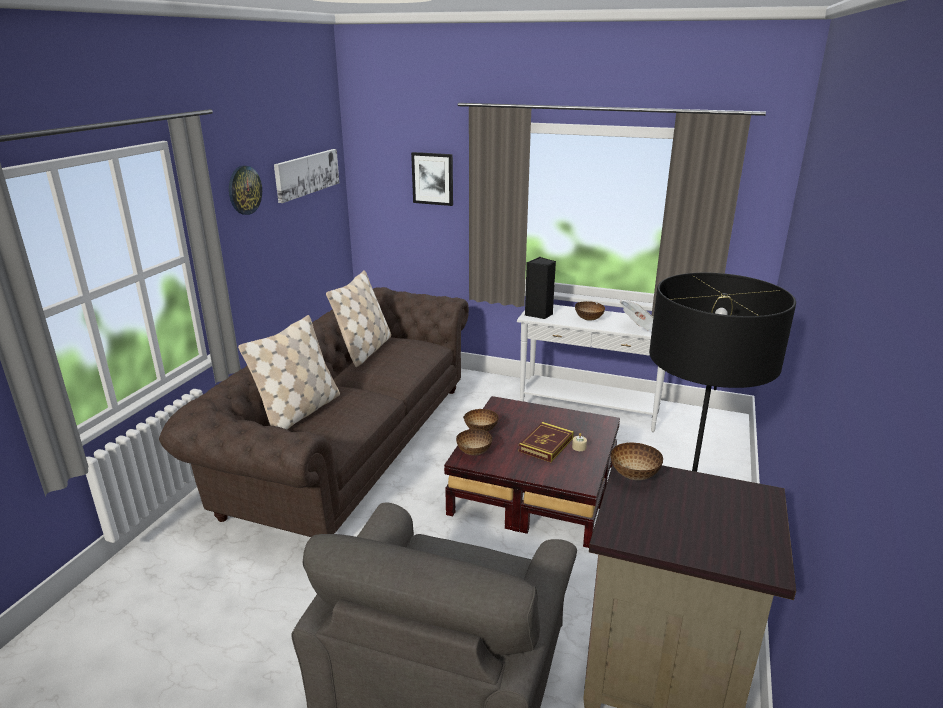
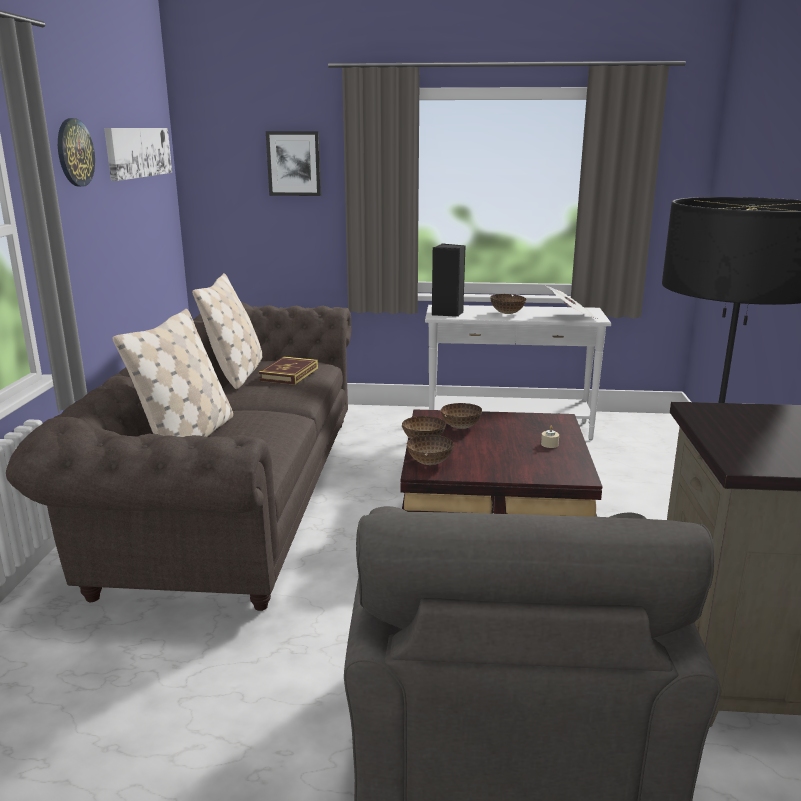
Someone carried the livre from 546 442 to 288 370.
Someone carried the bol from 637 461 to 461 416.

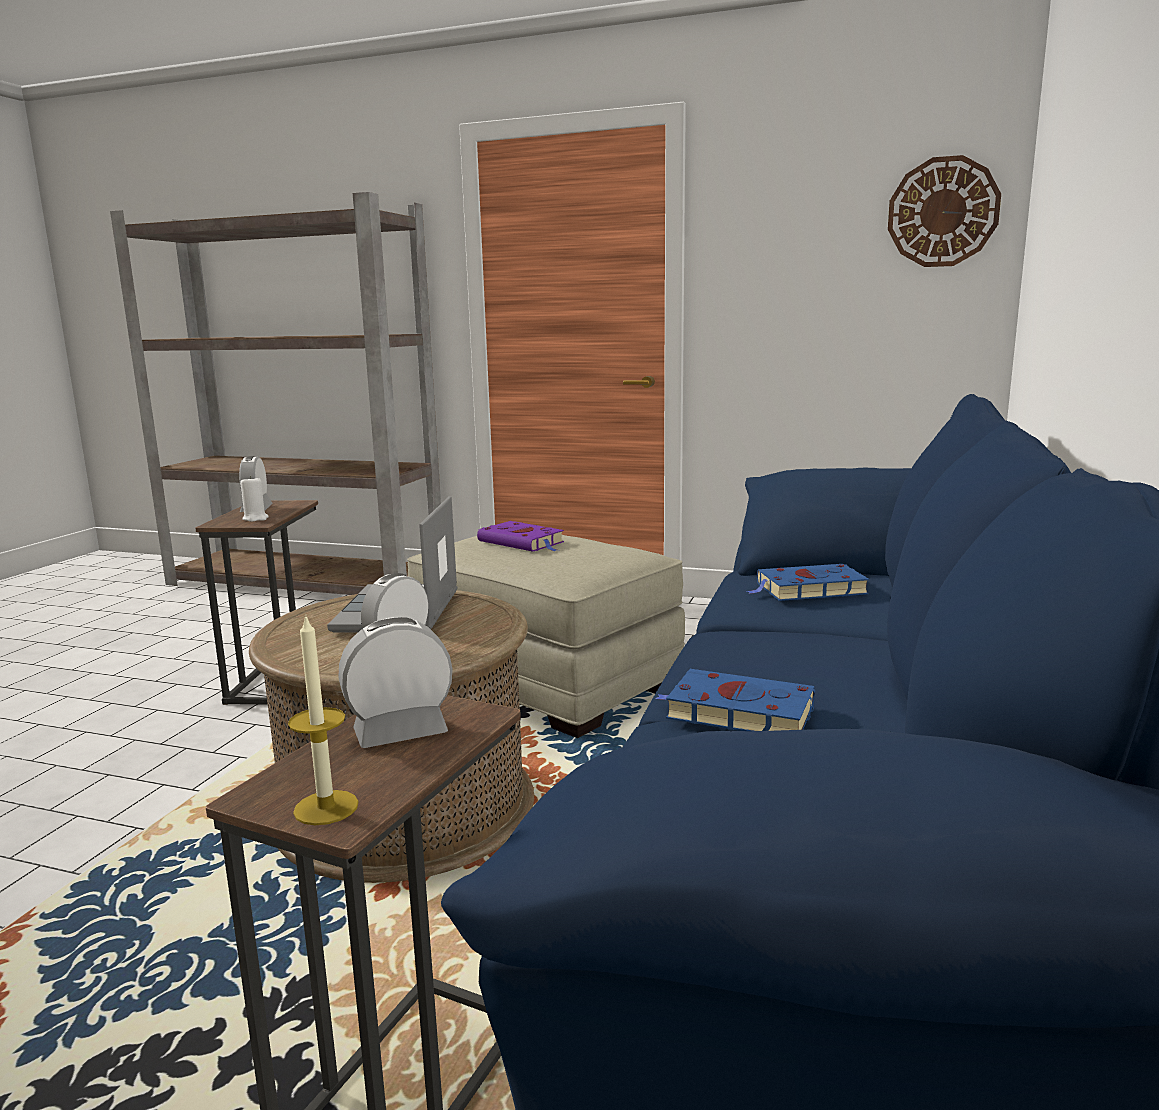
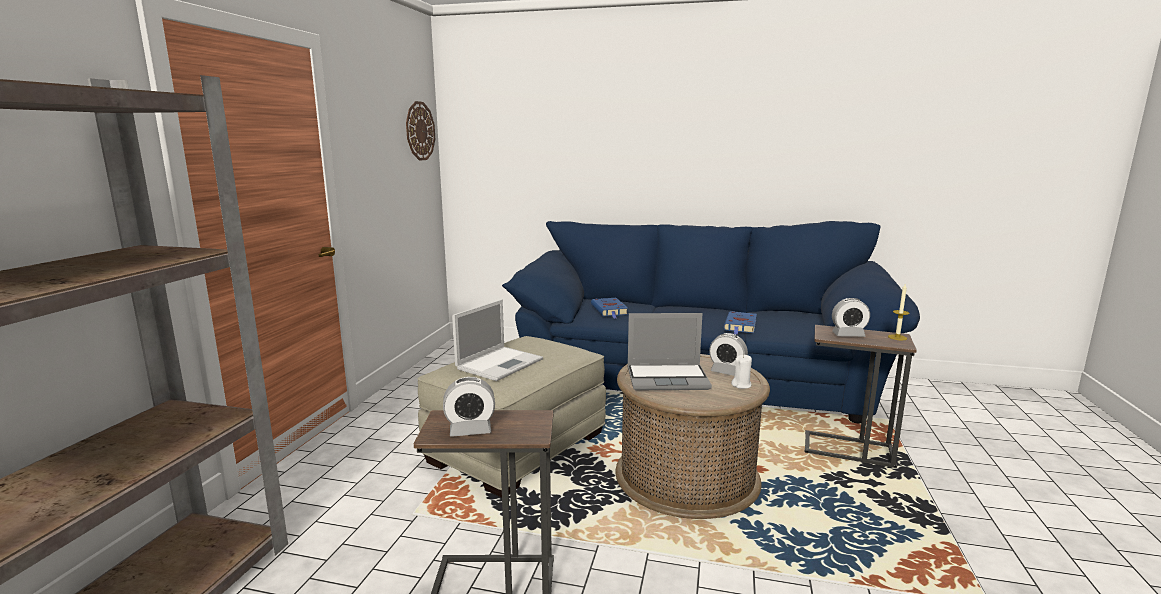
Someone swapped the livre/violet at 520 536 for the ordinateur portable at 497 340.
Someone carried the bougie/blanc from 254 499 to 741 372.
Someone rotated the réveil at 395 682 by 60 degrees counterclockwise.

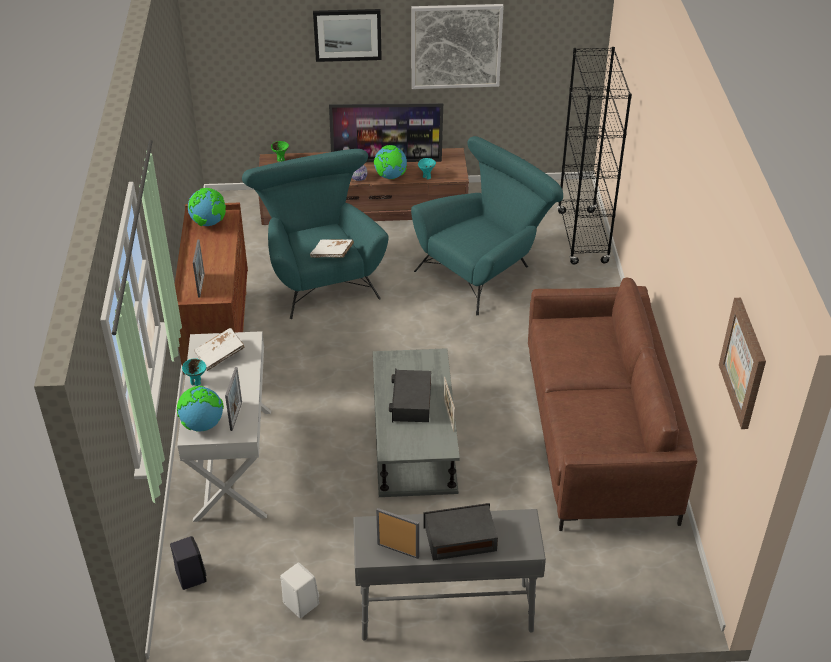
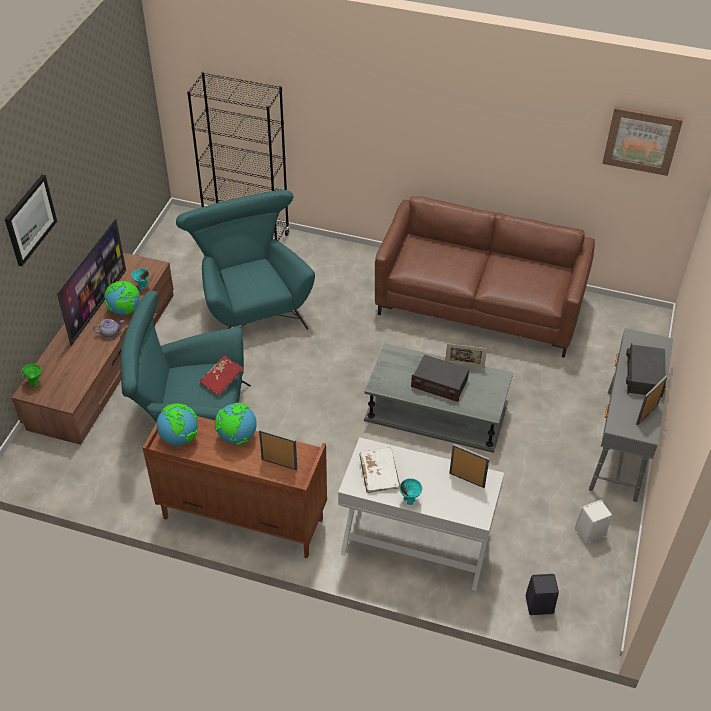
Someone repainted the livre/blanc at 332 248, which became the livre/rouge at 221 376.
Someone carried the globe from 200 408 to 236 424.
Someone took away the tableau at 457 46.

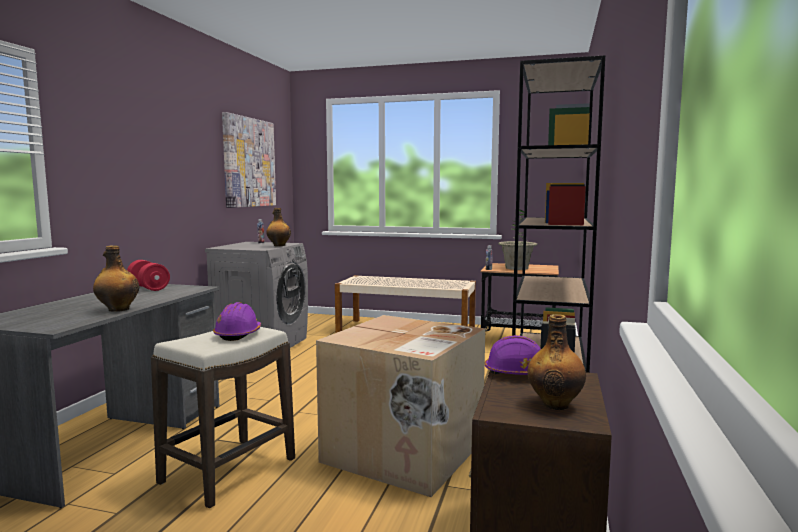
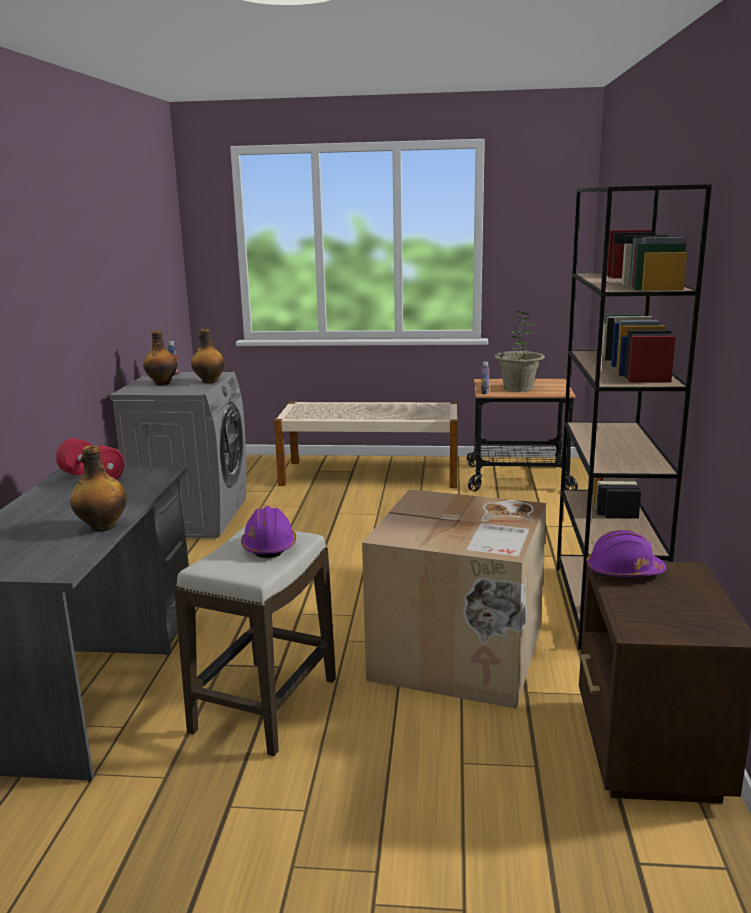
Someone carried the bouteille from 556 362 to 160 357.
Someone took away the tableau at 249 160.

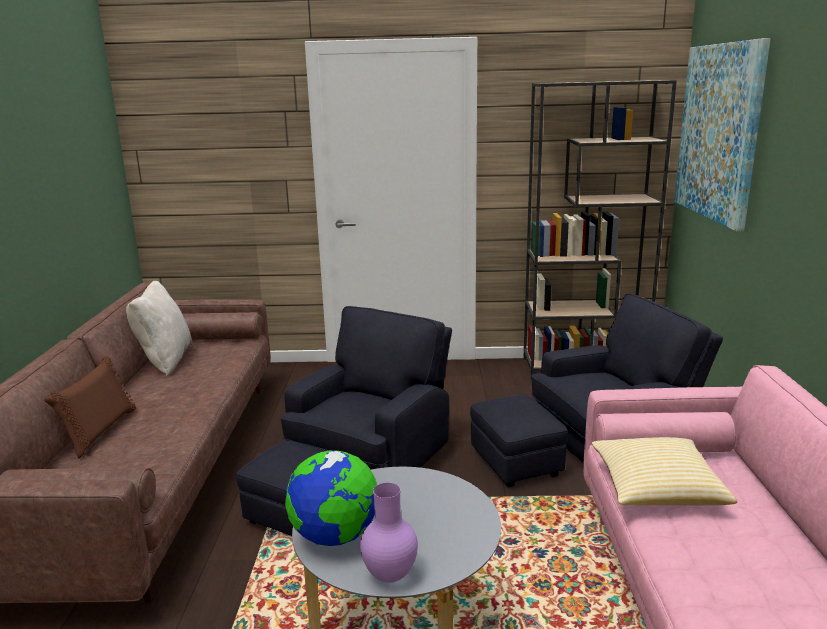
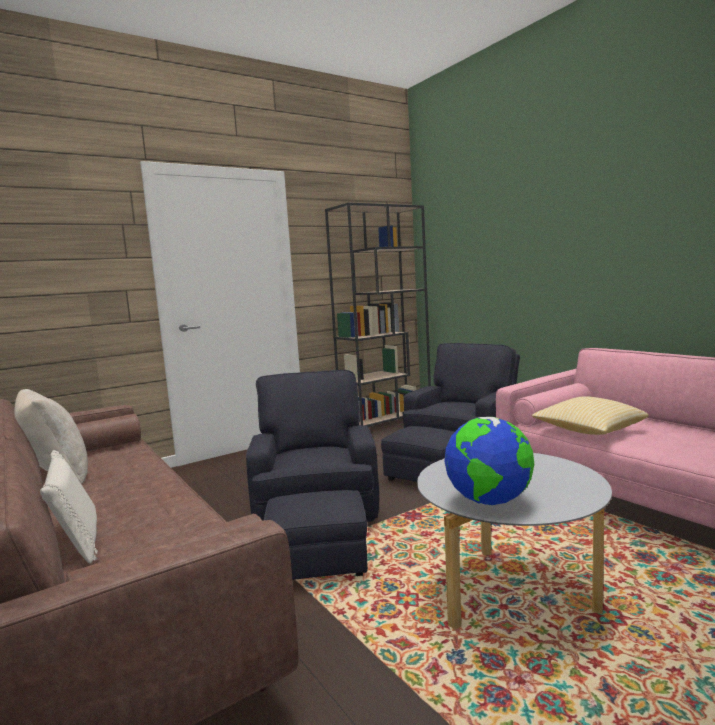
Someone repainted the coussin/marron at 90 407, which became the coussin/blanc at 69 507.
Someone took away the vase/violet at 389 532.
Someone took away the tableau at 722 135.

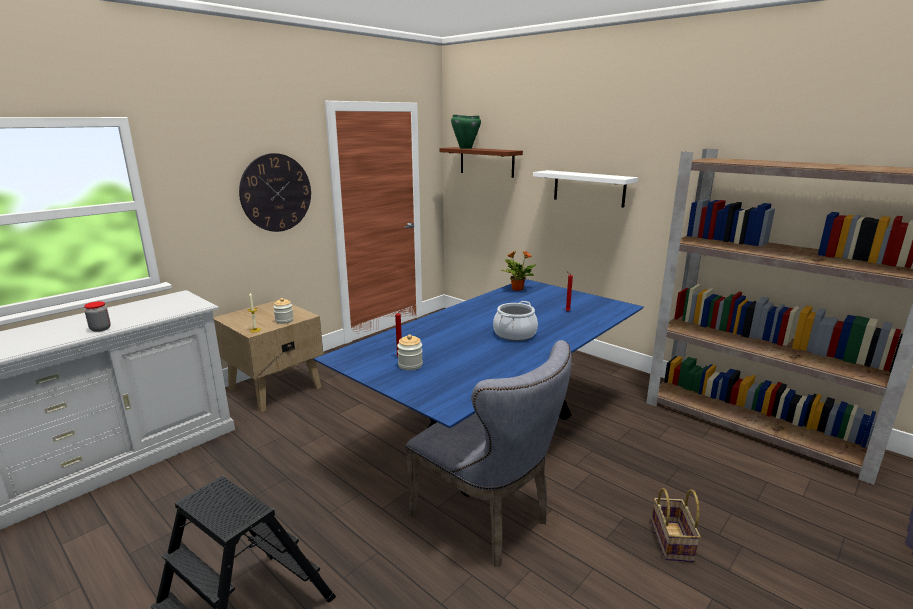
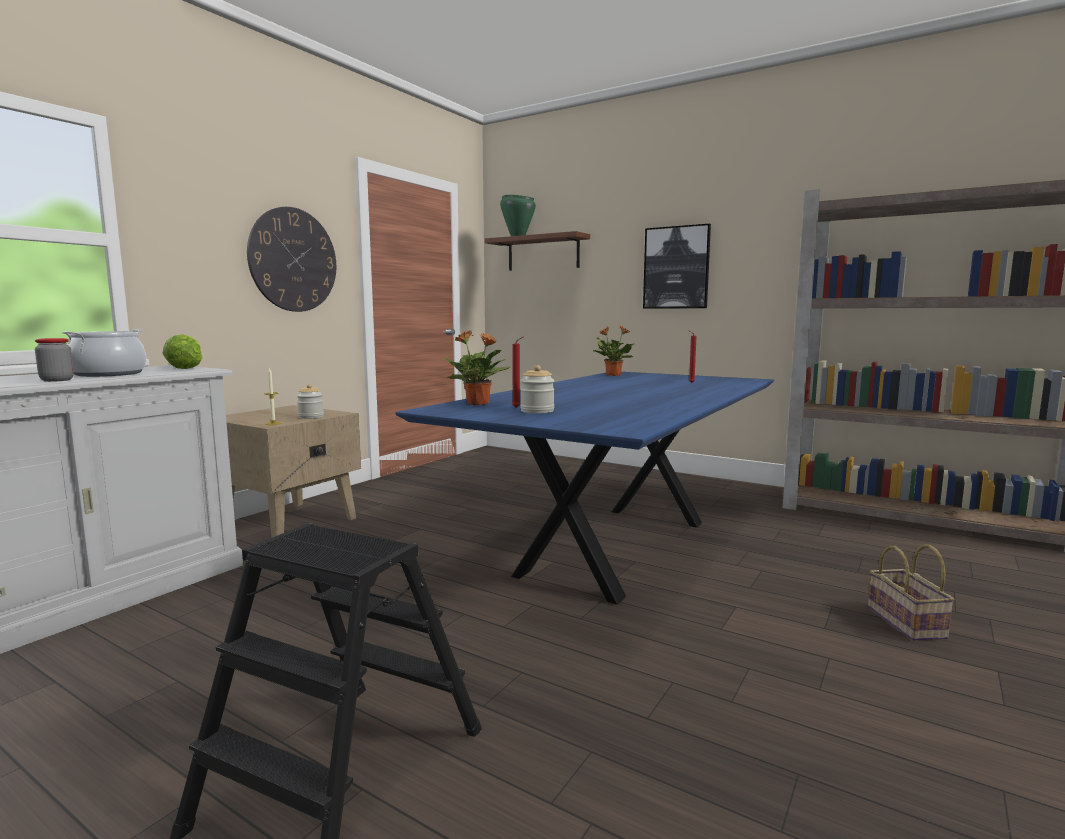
Someone carried the marmite from 515 321 to 104 353.
Someone put down the laitue at 182 351.
Someone put down the plante en pot at 477 368.
Someone swapped the étagère/blanc at 585 189 for the tableau at 677 266.
Someone took away the chaise/gris at 488 453.

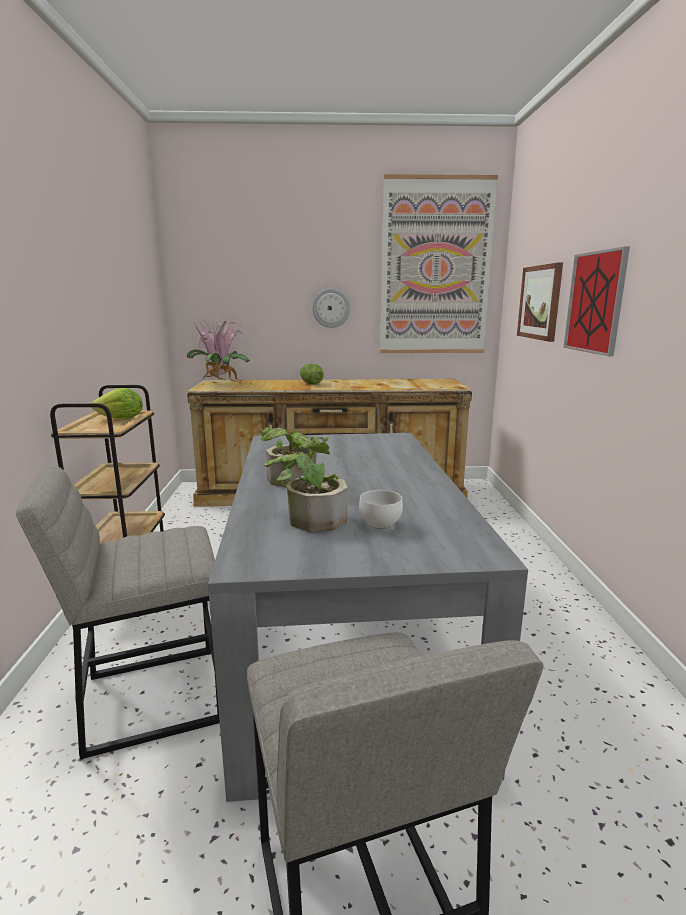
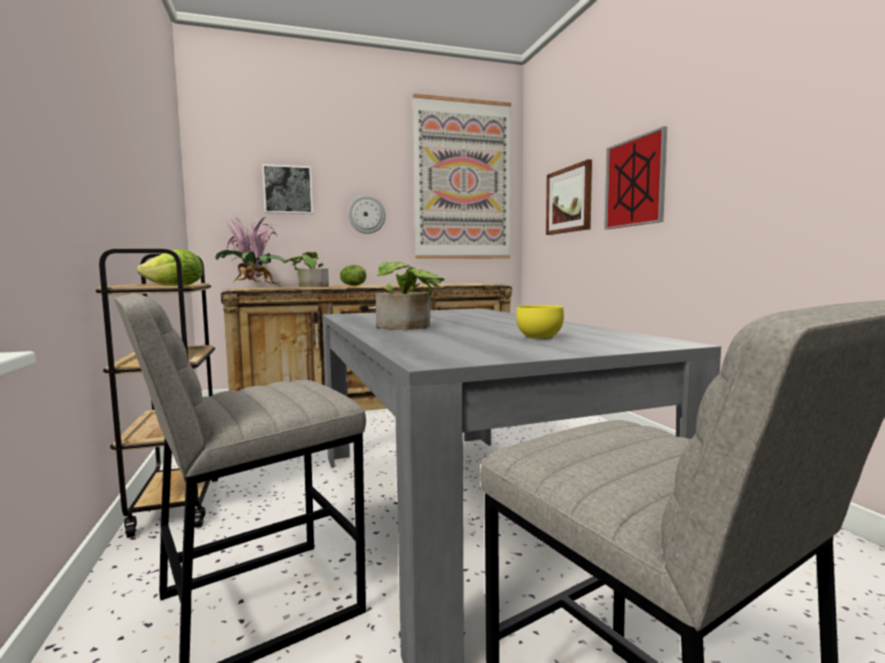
Someone put up the tableau at 287 189.
Someone carried the plante en pot from 305 487 to 307 270.
Someone repainted the bol/blanc at 381 509, which became the bol/jaune at 540 322.

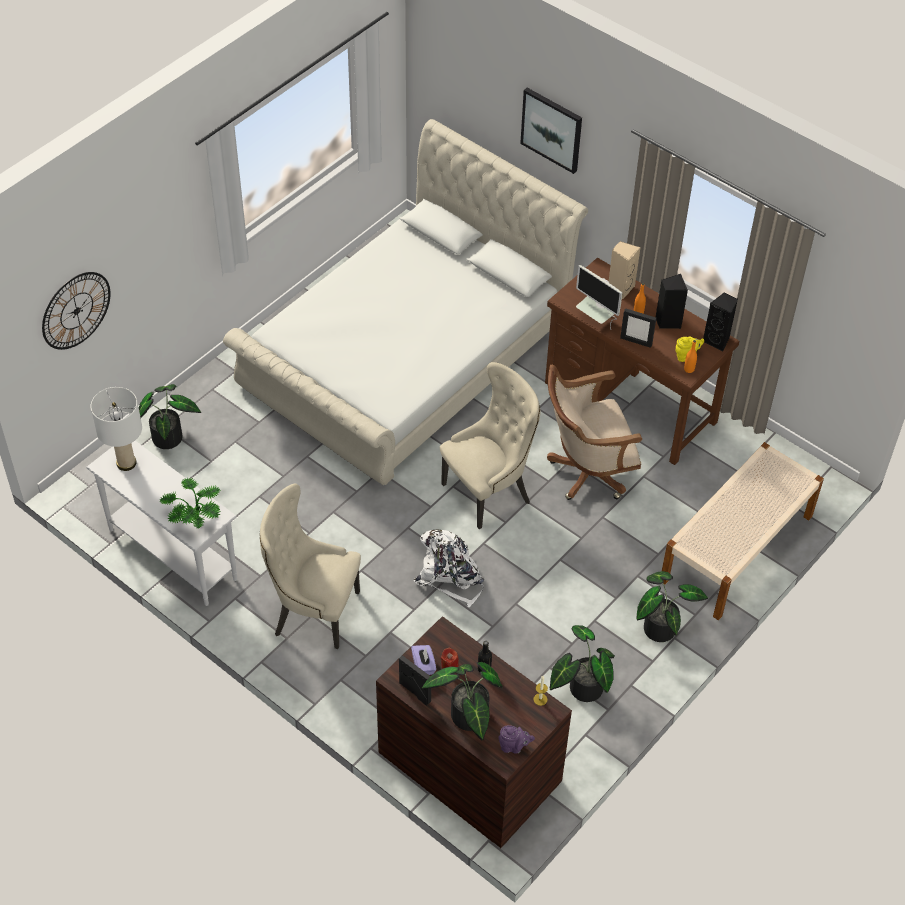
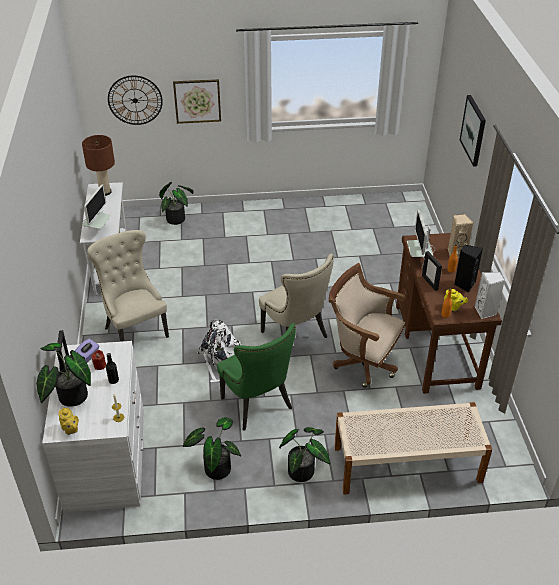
Someone repainted the commode/marron at 474 732, which became the commode/blanc at 93 427.
Someone repainted the théière/violet at 517 739, which became the théière/jaune at 68 421.
Someone repainted the lampe de table/blanc at 116 429, which became the lampe de table/marron at 98 165.
Someone swapped the plante en pot at 190 502 for the écran d'ordinateur at 96 206.
Someone put up the tableau at 197 101.
Someone put down the chaise/vert at 256 377.
Someone rotated the chaise/beige at 490 445 by 45 degrees clockwise.
Someone repainted the enceinte/noir at 720 321, which became the enceinte/blanc at 489 295.
Someone took away the lit/beige at 405 302.

